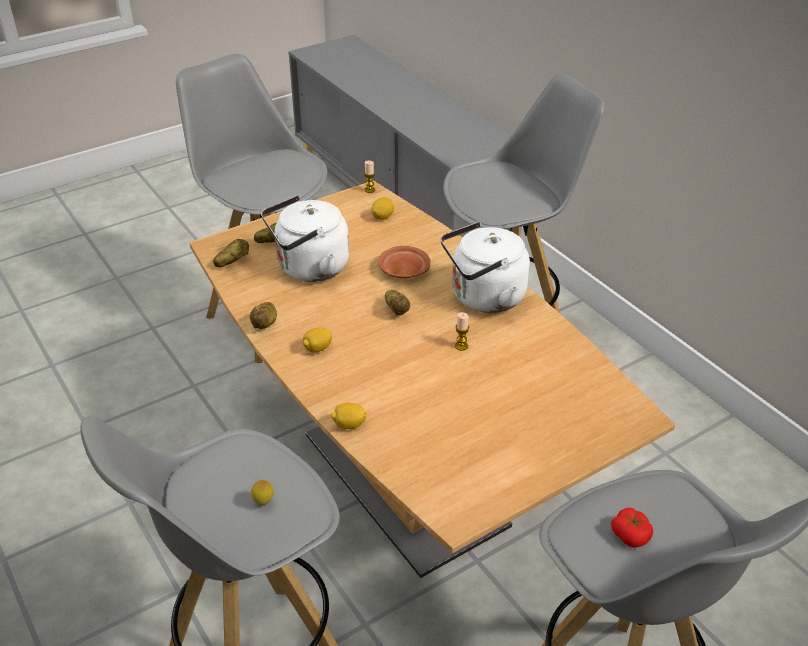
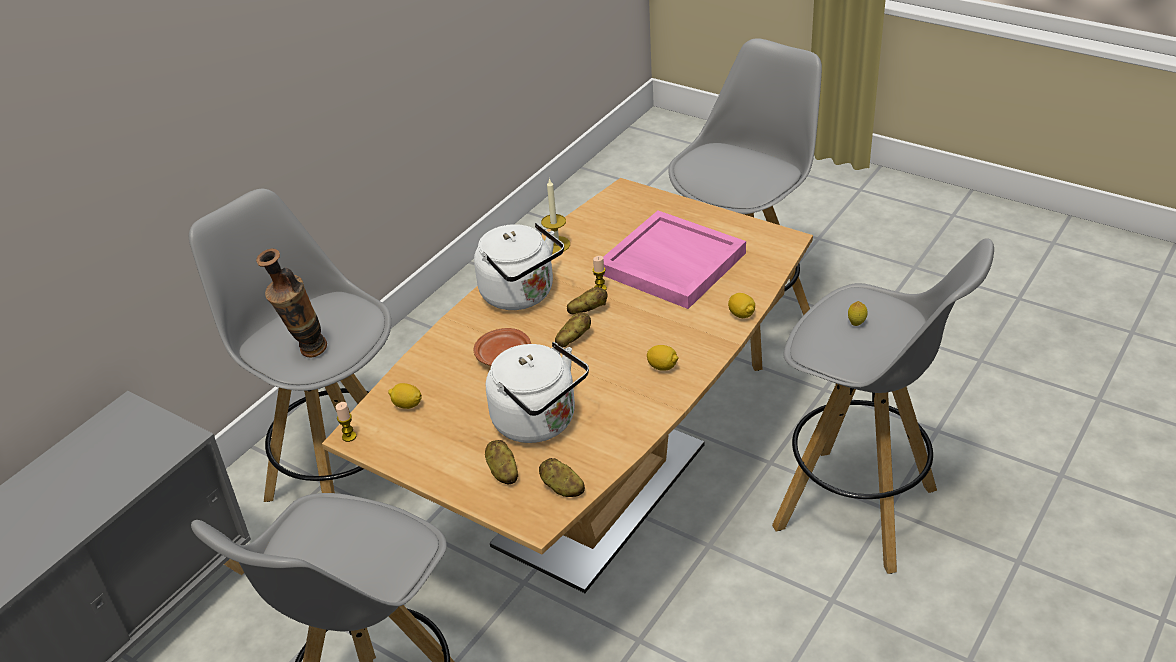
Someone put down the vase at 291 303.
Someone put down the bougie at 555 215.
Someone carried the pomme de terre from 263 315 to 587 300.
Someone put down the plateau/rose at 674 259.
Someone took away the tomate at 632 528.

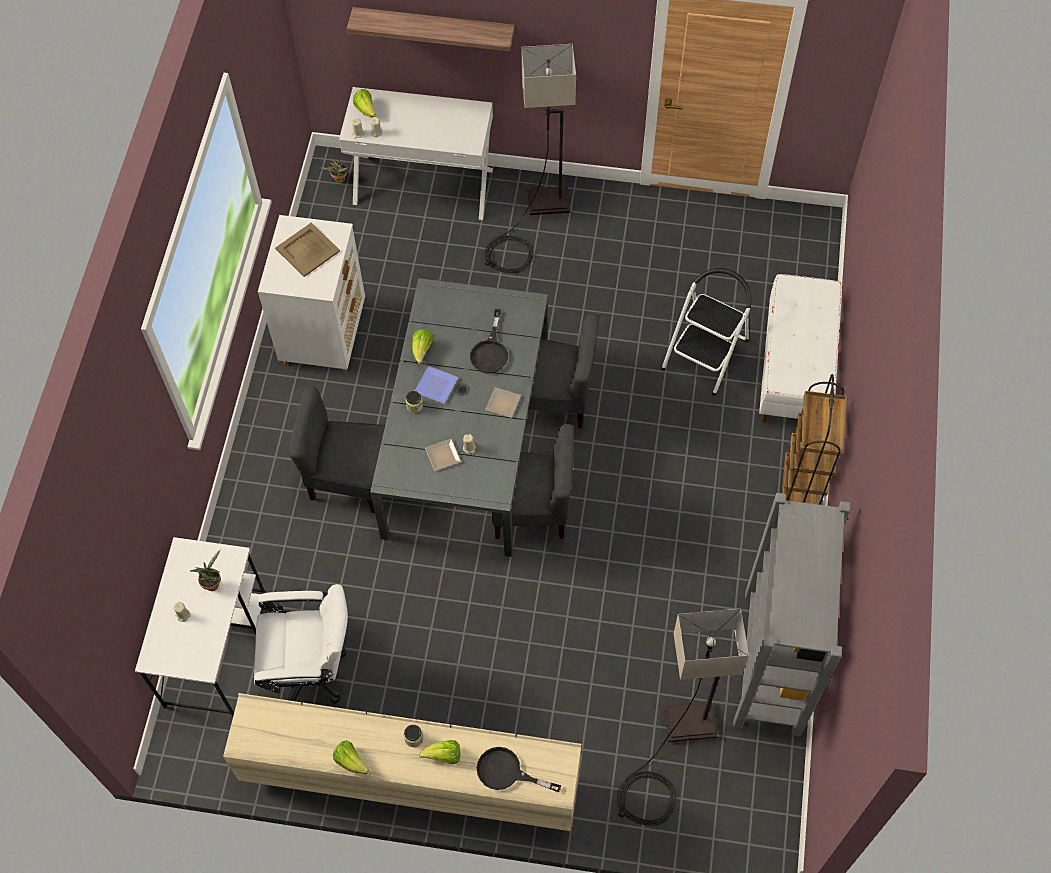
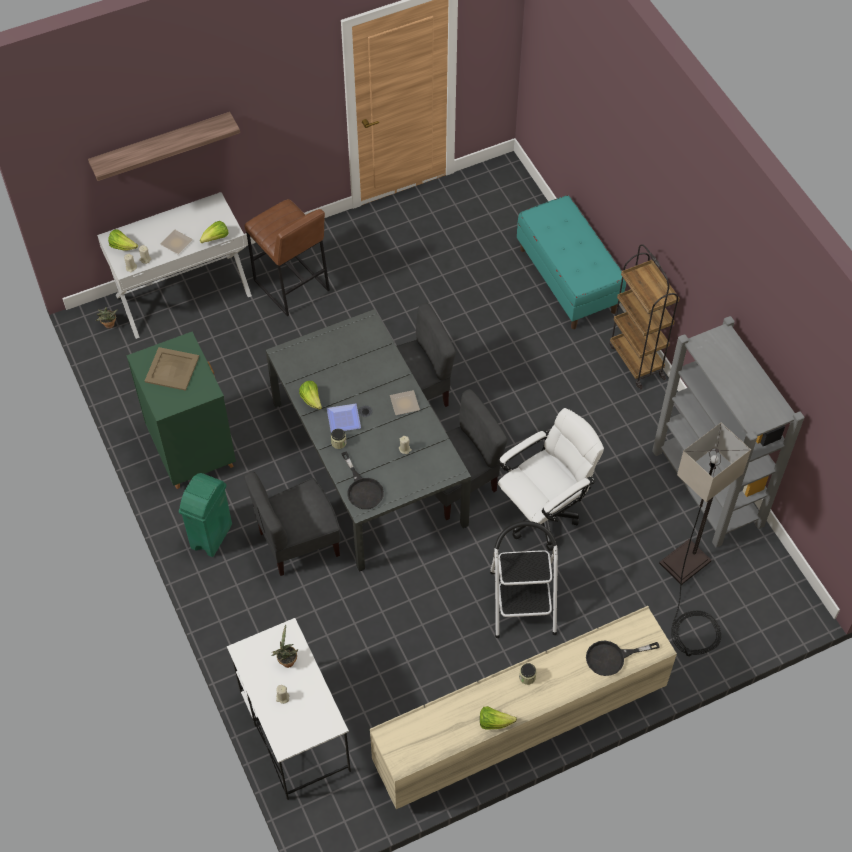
Someone repainted the commode/blanc at 311 294, which became the commode/vert at 181 410.
Someone carried the assiette from 443 455 to 176 242.
Someone put down the poubelle/vert at 205 515.
Someone carried the laitue from 439 752 to 214 232.
Someone swapped the lampadaire at 530 158 for the tabouret/marron at 287 257.
Someone carried the poêle/noir from 489 341 to 362 480.
Someone carried the escabeau from 706 332 to 524 579.
Someone carried the chaise de bureau/blanc from 301 644 to 551 479.
Someone repainted the banc/blanc at 800 348, which became the banc/turquoise at 571 262.

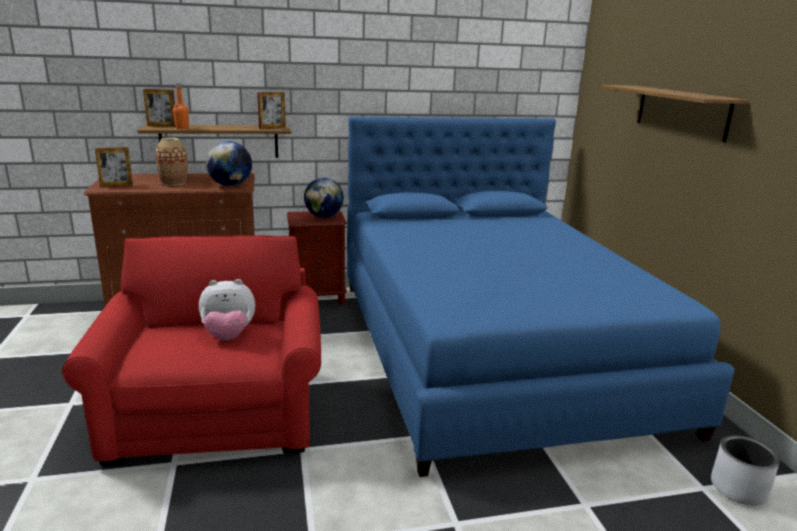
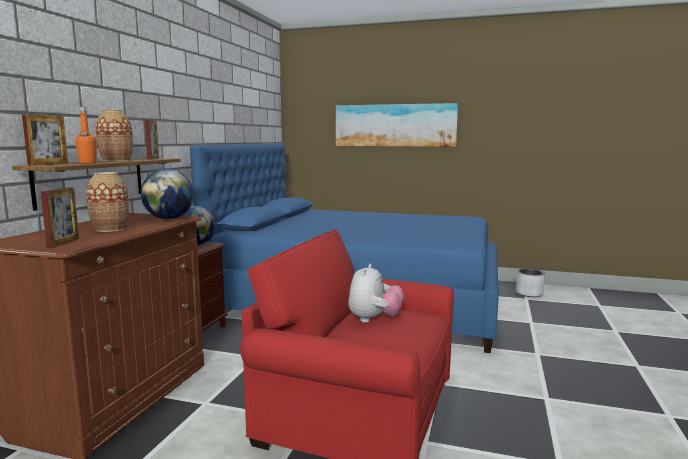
Someone put down the vase at 114 135.
Someone swapped the étagère at 674 113 for the tableau at 397 125.

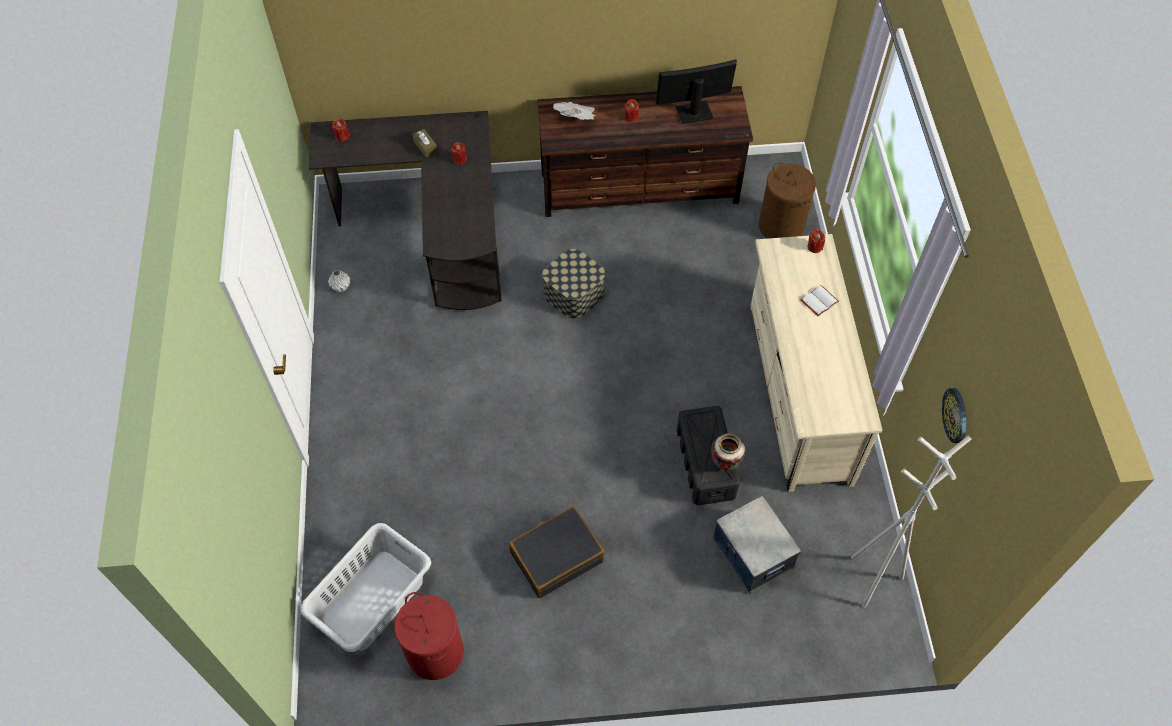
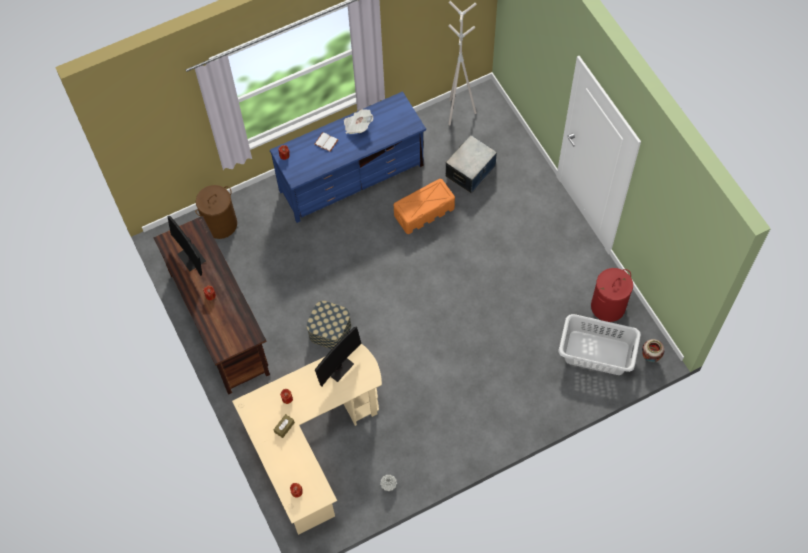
Someone repainted the bureau/noir at 405 210, which became the bureau/beige at 307 439.
Someone repainted the commode/beige at 816 363, which became the commode/bleu at 348 157.
Someone put down the écran d'ordinateur at 338 357.
Someone carried the journal from 574 111 to 358 121.
Someone repainted the boîte de rangement/noir at 708 455, which became the boîte de rangement/orange at 424 206.
Someone carried the vase from 728 452 to 653 351.
Someone took away the valise/noir at 557 552.
Someone took away the horloge murale at 954 415.

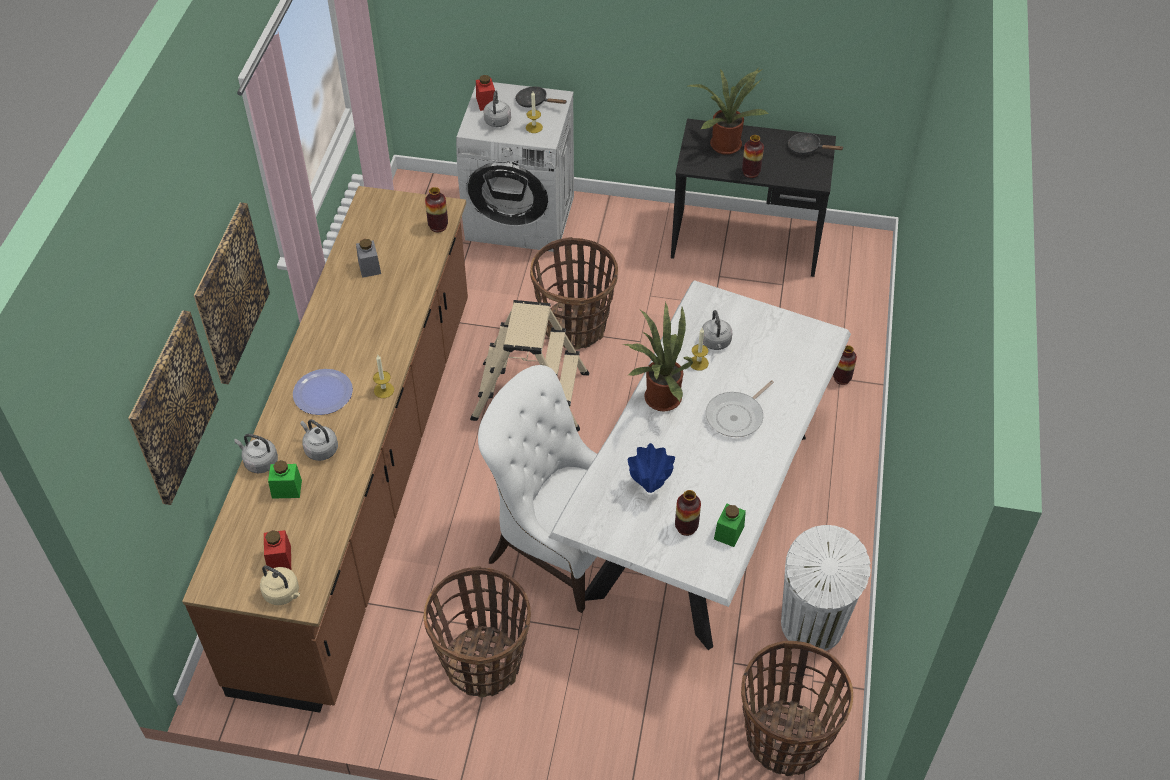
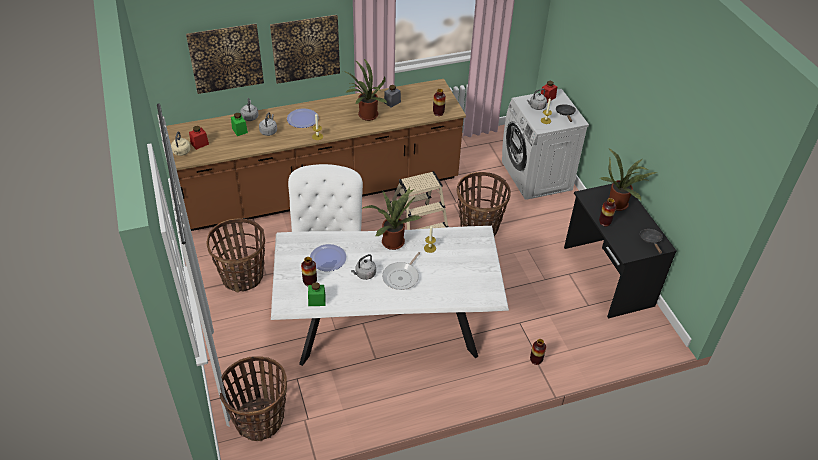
Someone swapped the vase/bleu at 651 468 for the assiette at 328 257.
Someone put down the plante en pot at 365 90.
Someone carried the bouilloire/gris from 717 330 to 363 267.
Someone rotated the poêle at 740 408 by 75 degrees counterclockwise.
Someone took away the poubelle/blanc at 826 589.

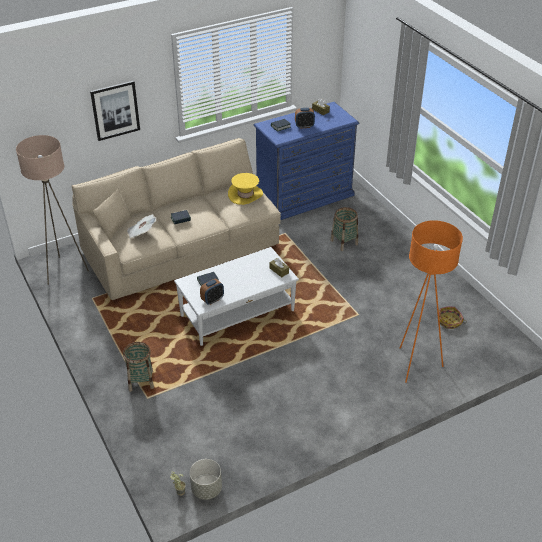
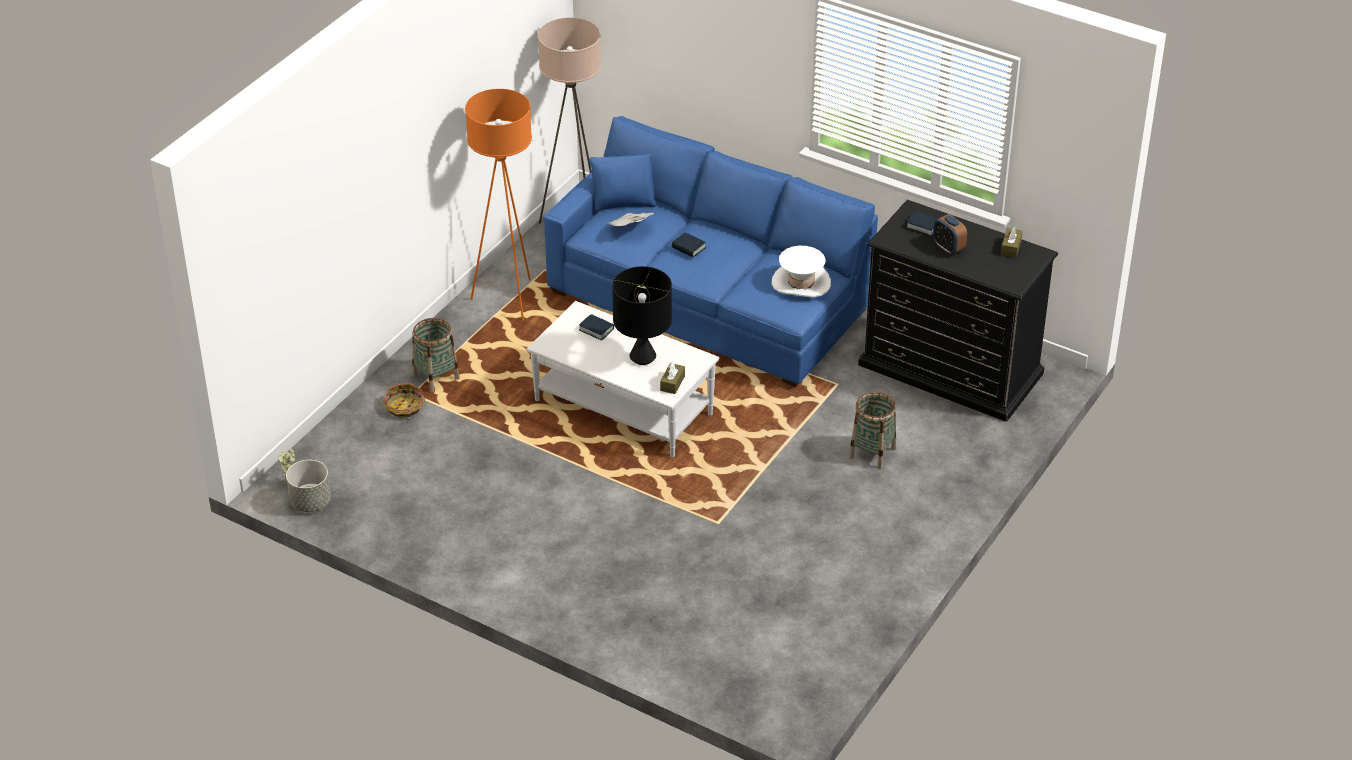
Someone carried the panier from 453 317 to 404 401.
Someone carried the lampadaire/orange from 431 301 to 498 204.
Someone repainted the canapé/beige at 176 220, which became the canapé/bleu at 711 251.
Someone put down the lampe de table/noir at 642 315.
Someone repainted the chapeau/jaune at 245 189, which became the chapeau/blanc at 801 271.
Someone repainted the commode/bleu at 306 161, which became the commode/noir at 958 311.
Someone took away the tableau at 115 111.
Someone took away the réveil at 212 292.

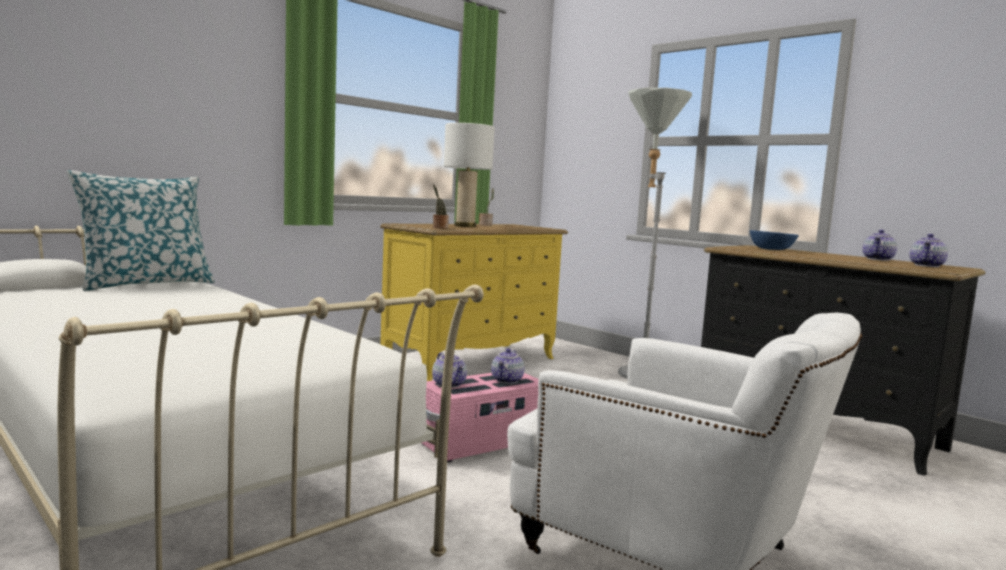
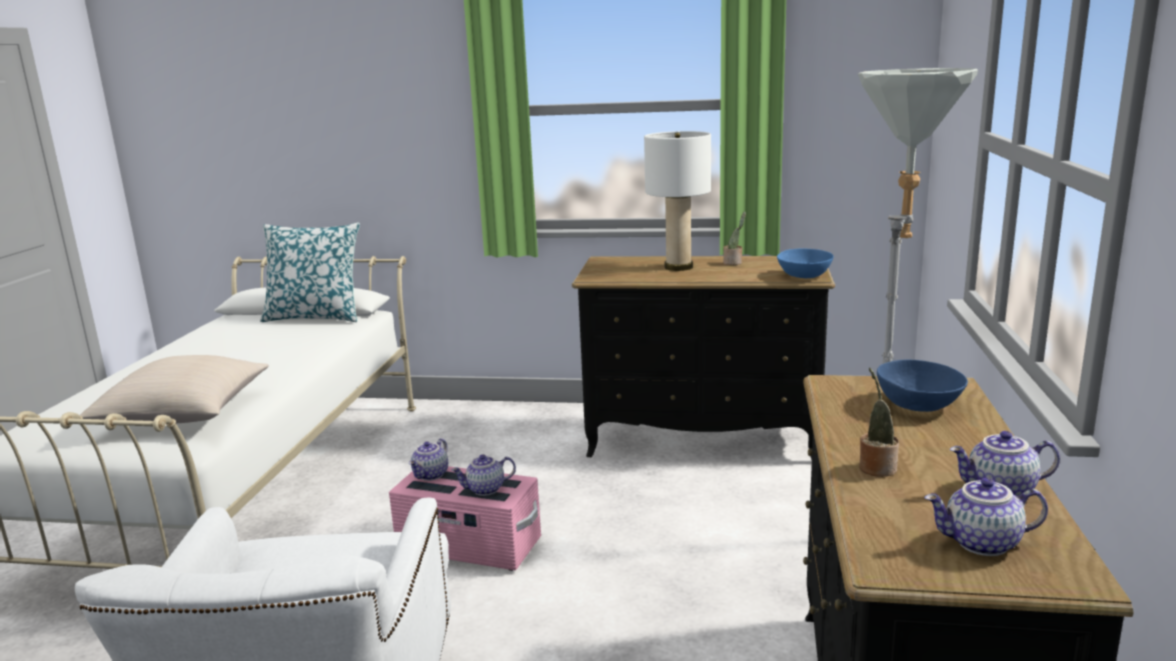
Someone put down the coussin/beige at 174 389.
Someone repainted the commode/jaune at 474 302, which became the commode/noir at 703 358.
Someone put down the bol/bleu at 805 263.
Someone carried the plante en pot from 441 206 to 879 422.

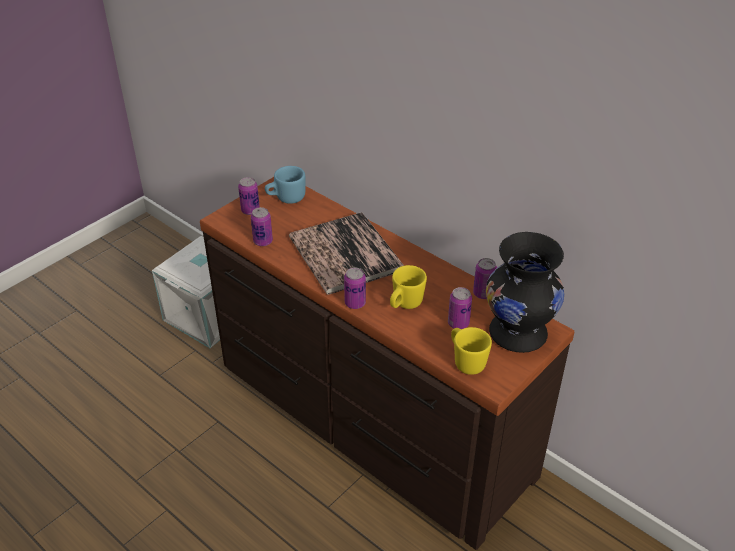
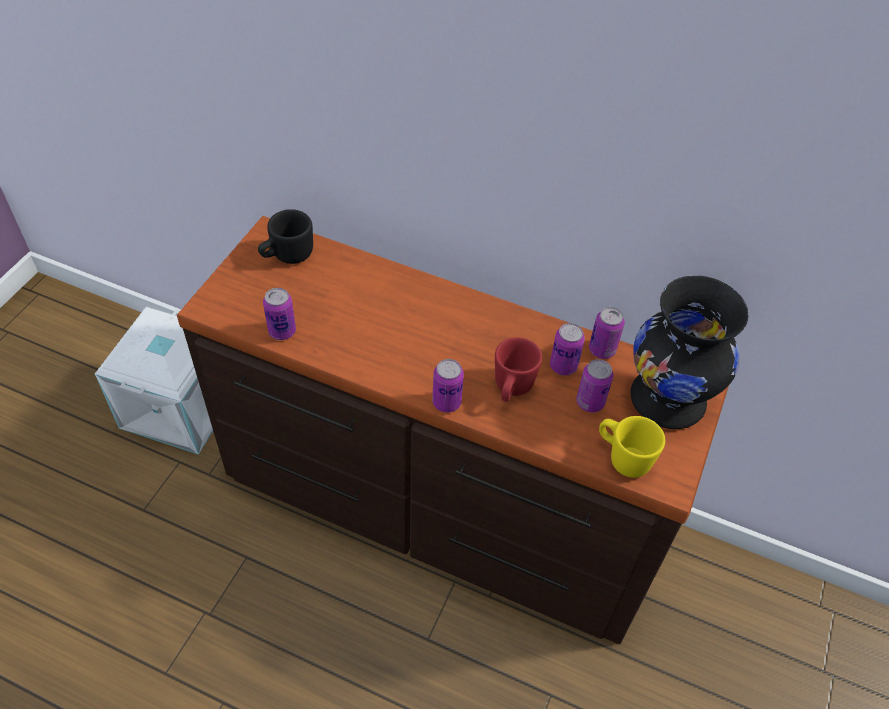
Someone repainted the mug/bleu at 285 185, which became the mug/noir at 285 236.
Someone repainted the mug/jaune at 408 287, which became the mug/rouge at 518 369.
Someone carried the boîte métallique from 249 196 to 567 349.
Someone took away the livre at 346 253.

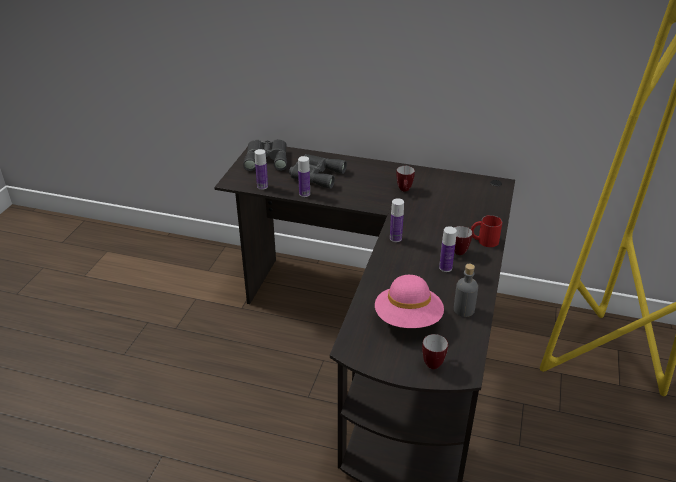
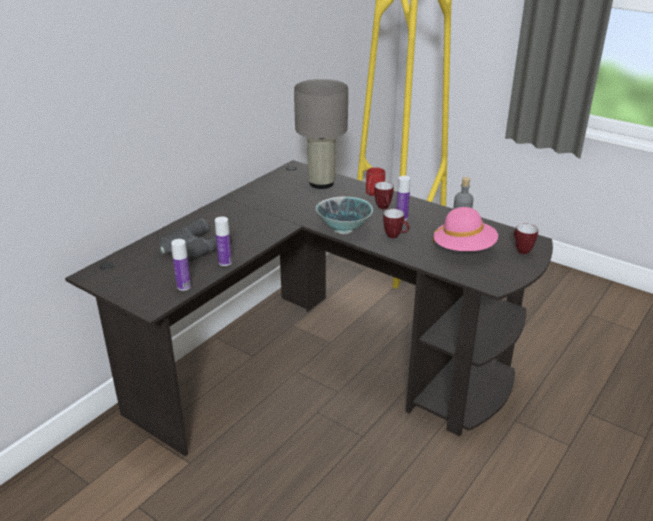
Someone put down the lampe de table/gris at 321 134.
Someone swapped the bouteille at 397 220 for the bol at 344 215.
Someone carried the mug from 405 179 to 396 223.
Someone took away the jumelles/gris at 265 155.

